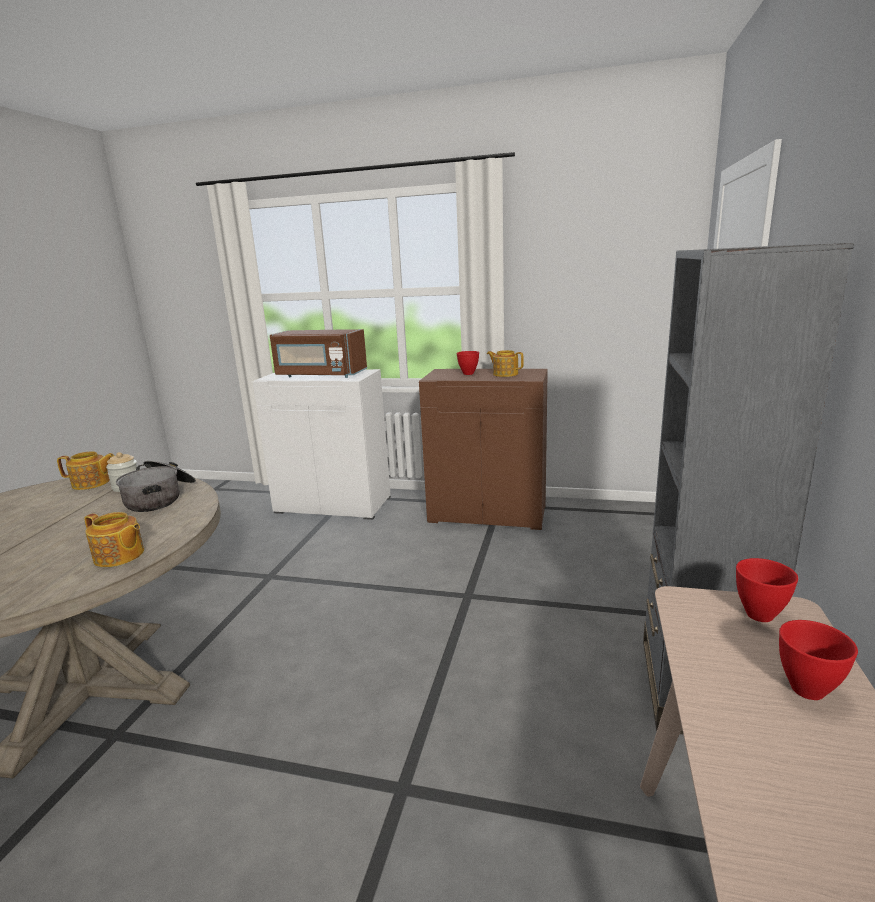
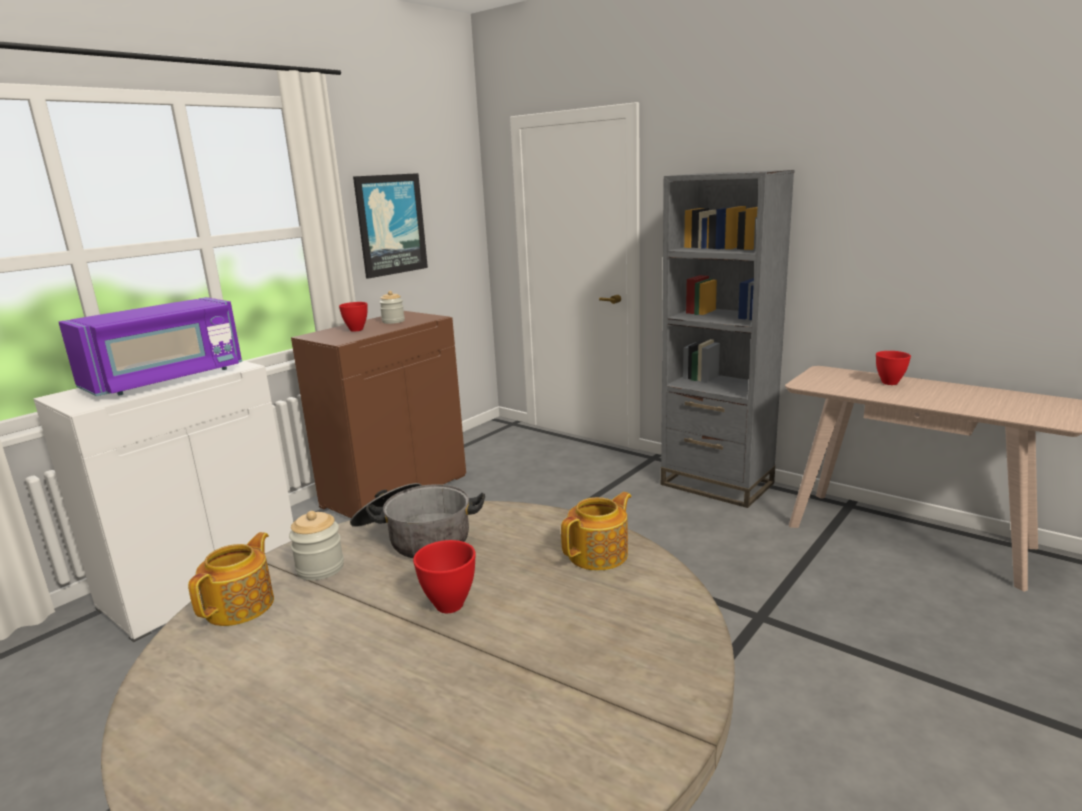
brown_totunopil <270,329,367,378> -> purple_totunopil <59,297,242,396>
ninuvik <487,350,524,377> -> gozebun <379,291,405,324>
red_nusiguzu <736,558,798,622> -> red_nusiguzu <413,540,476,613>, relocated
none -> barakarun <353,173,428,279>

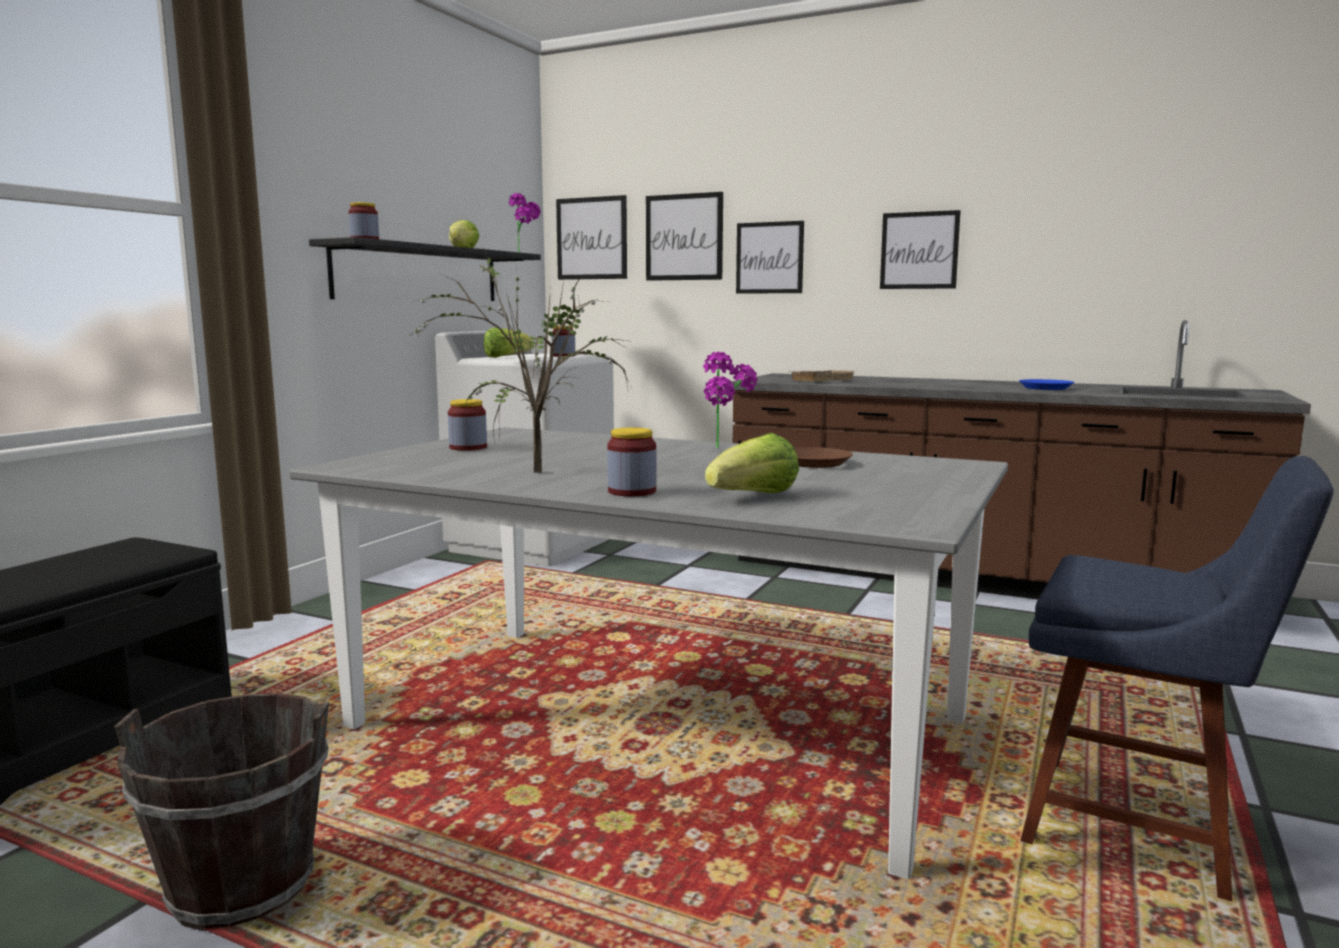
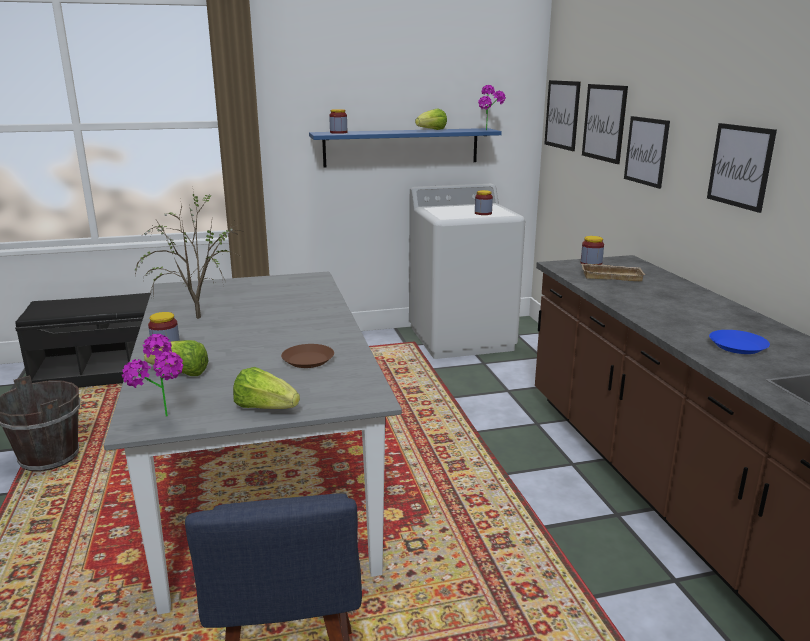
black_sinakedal <309,237,541,301> -> blue_sinakedal <309,128,502,168>
gozebun <448,399,487,451> -> gozebun <581,236,604,265>, relocated
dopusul <484,328,534,358> -> dopusul <233,367,300,409>, relocated
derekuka <703,352,758,448> -> derekuka <122,334,183,416>, relocated

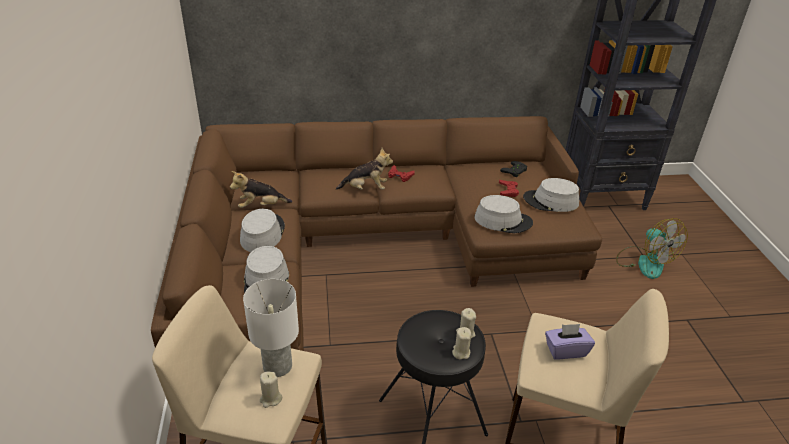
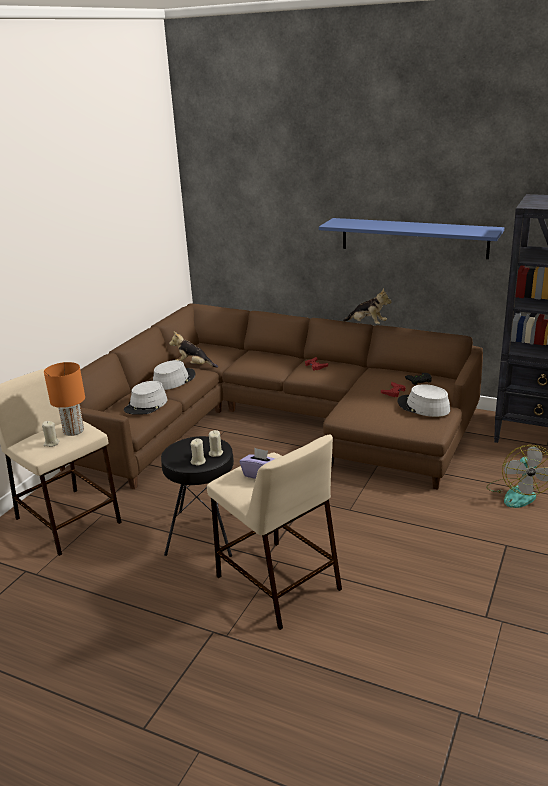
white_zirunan <243,279,299,377> -> orange_zirunan <44,362,85,436>
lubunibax <336,148,393,190> -> lubunibax <343,288,392,324>, relocated
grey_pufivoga <474,195,533,233> -> none
none -> blue_sinakedal <319,218,504,259>

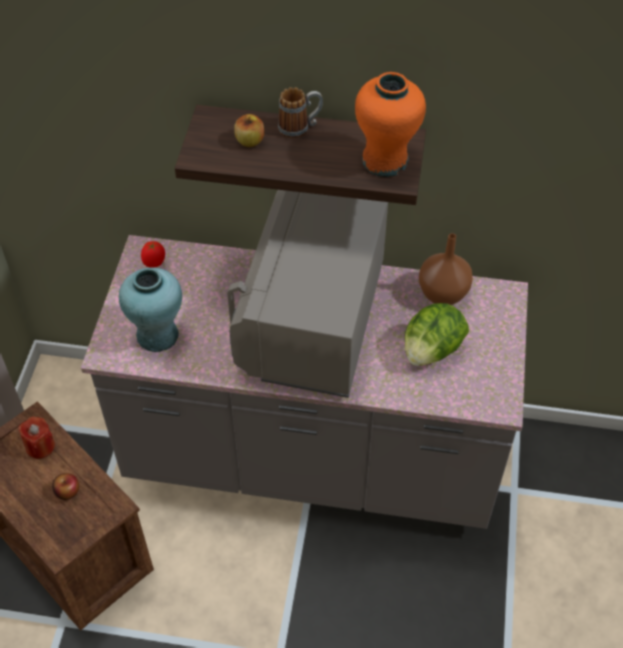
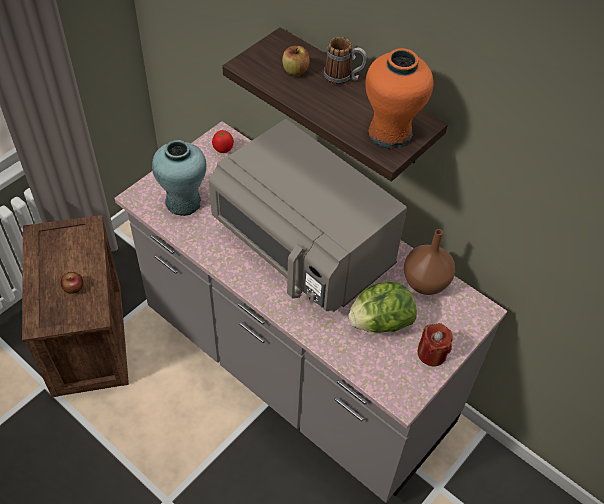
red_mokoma <18,417,55,459> -> red_mokoma <418,323,453,366>, relocated
grey_totunopil <227,190,388,398> -> grey_totunopil <209,119,407,312>, 90 degrees counterclockwise

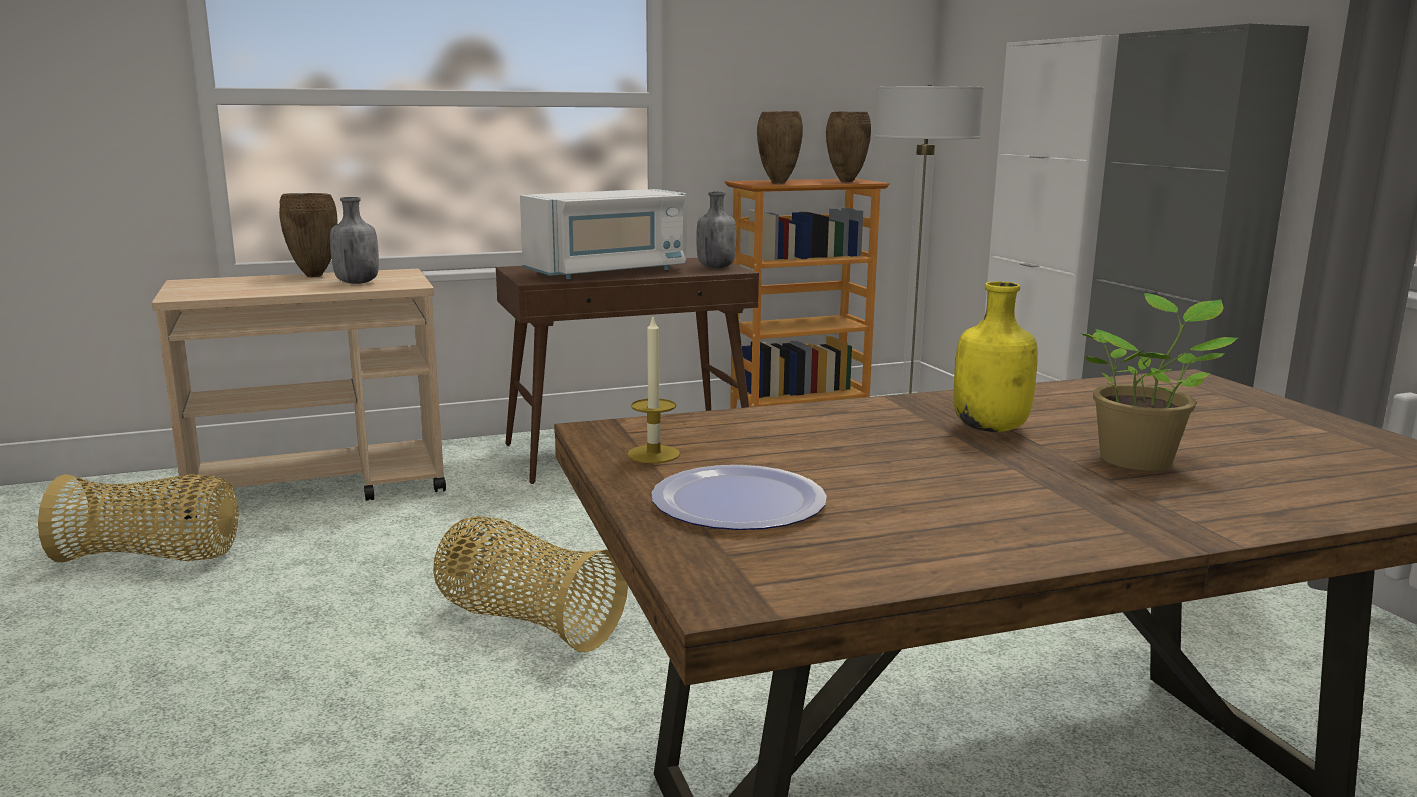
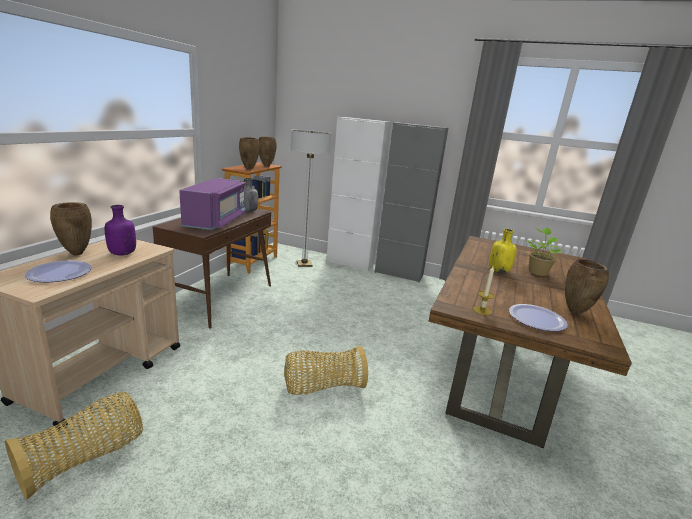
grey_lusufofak <330,197,379,284> -> purple_lusufofak <105,205,136,255>
white_totunopil <520,189,687,279> -> purple_totunopil <179,178,246,230>
none -> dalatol <25,260,92,282>
none -> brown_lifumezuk <565,259,609,315>

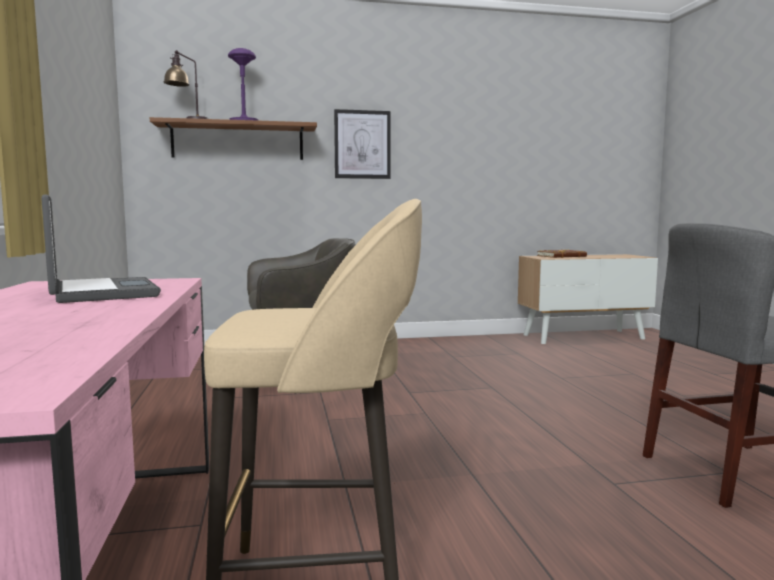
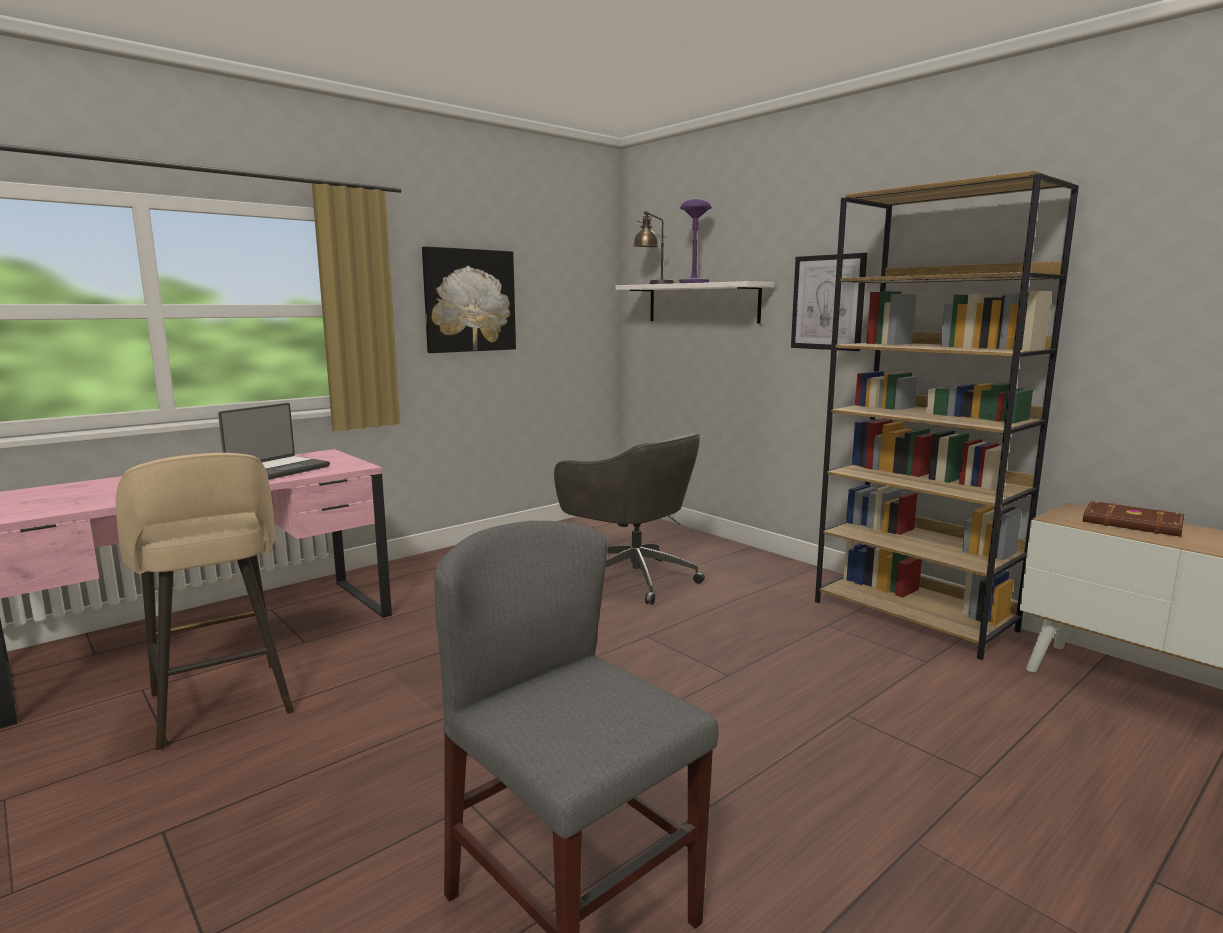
brown_sinakedal <150,117,317,160> -> white_sinakedal <615,281,774,324>
none -> barakarun <422,246,516,353>
none -> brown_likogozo <815,171,1079,660>

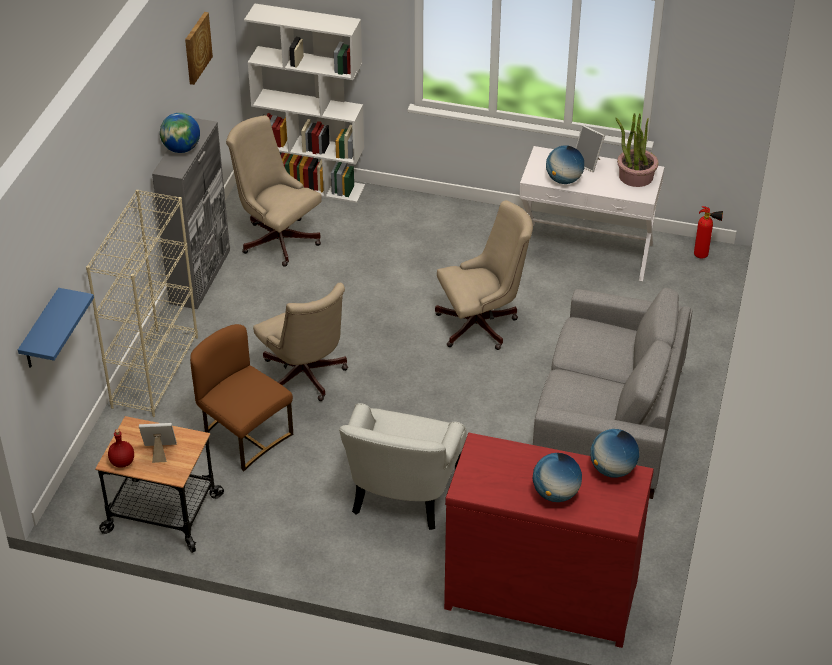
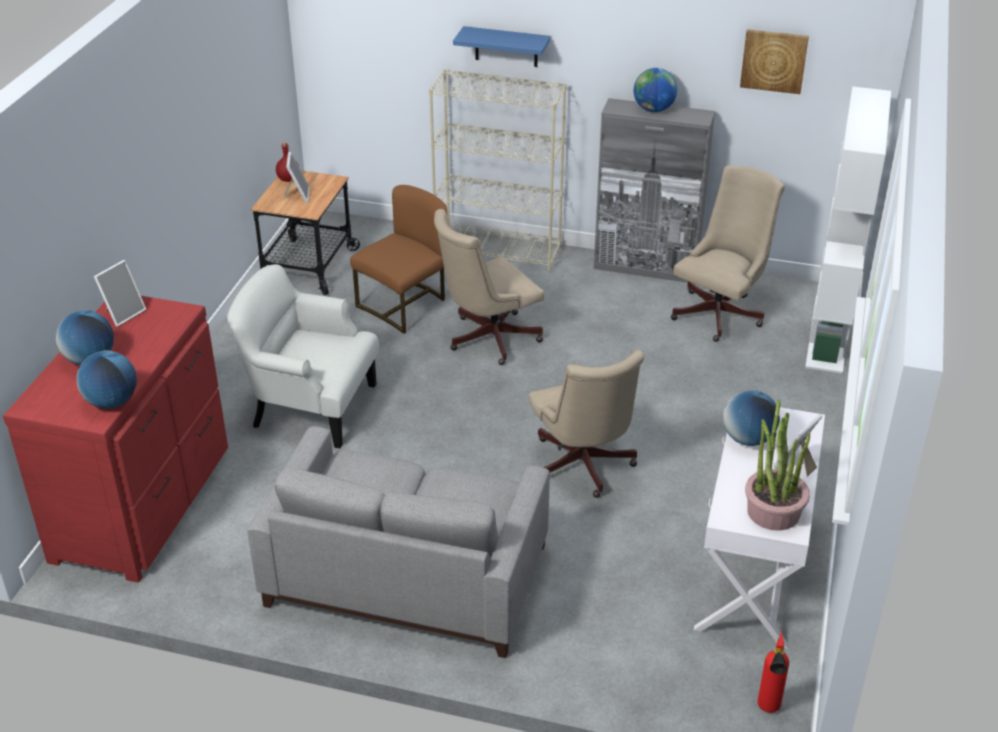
blue_sinakedal <18,288,94,368> -> blue_sinakedal <453,26,550,67>, relocated
none -> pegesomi <94,260,146,327>

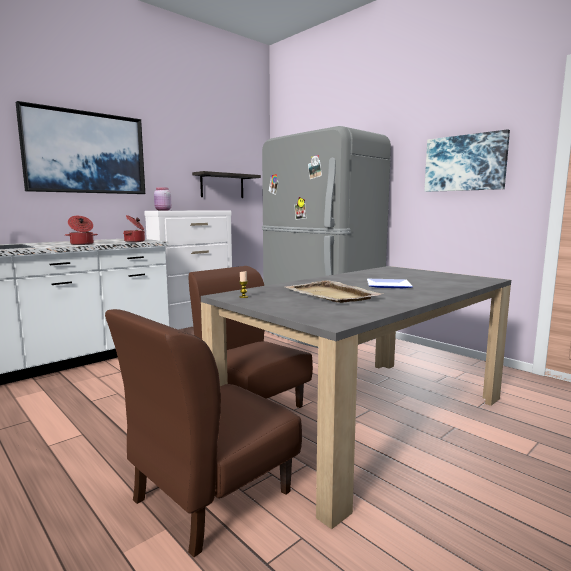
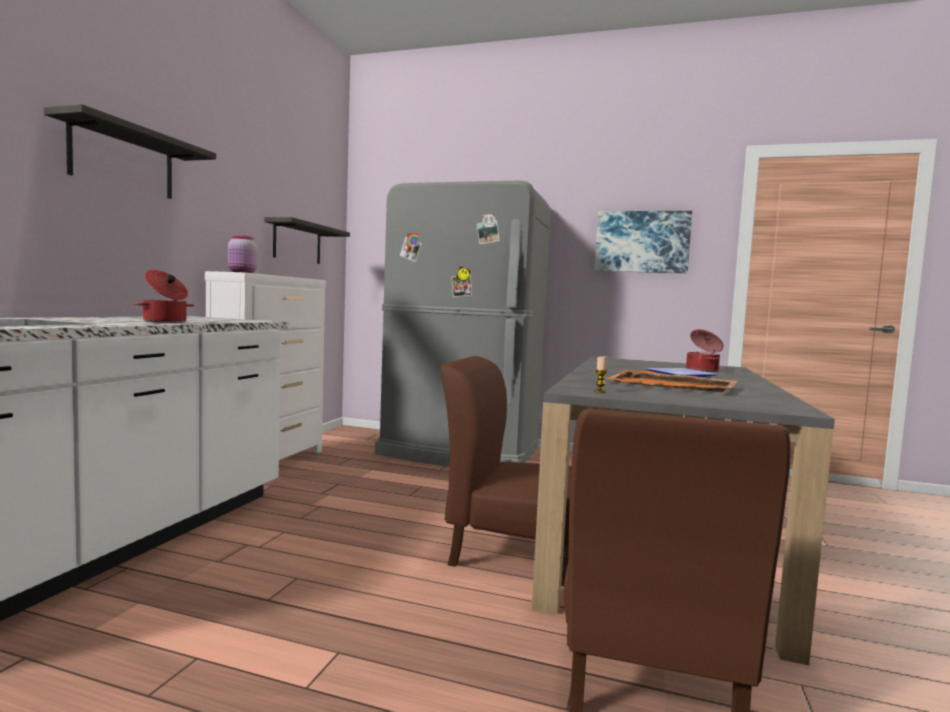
barakarun <16,101,145,194> -> sinakedal <44,104,216,199>
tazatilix <123,215,145,242> -> tazatilix <686,329,723,372>, relocated
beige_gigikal <286,280,382,303> -> orange_gigikal <606,370,738,392>

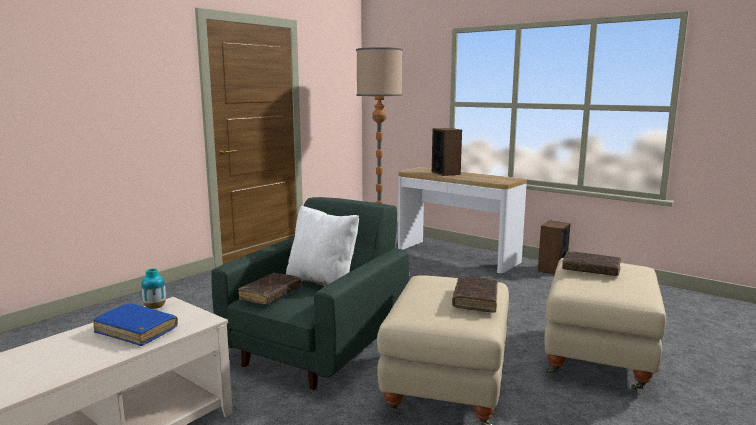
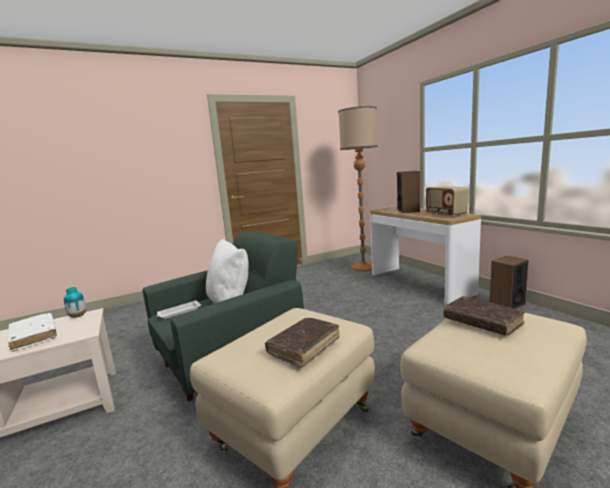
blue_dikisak <93,303,178,346> -> white_dikisak <8,313,57,352>
brown_dikisak <238,273,301,305> -> white_gigikal <157,300,201,319>
none -> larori <426,186,469,217>

